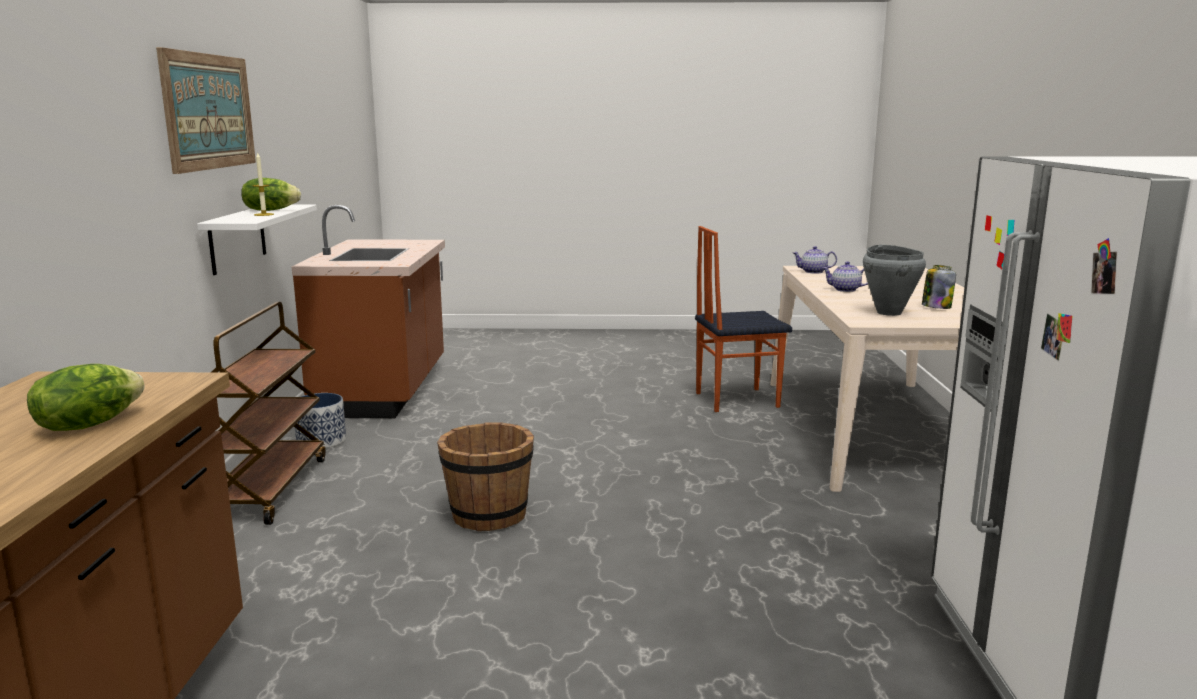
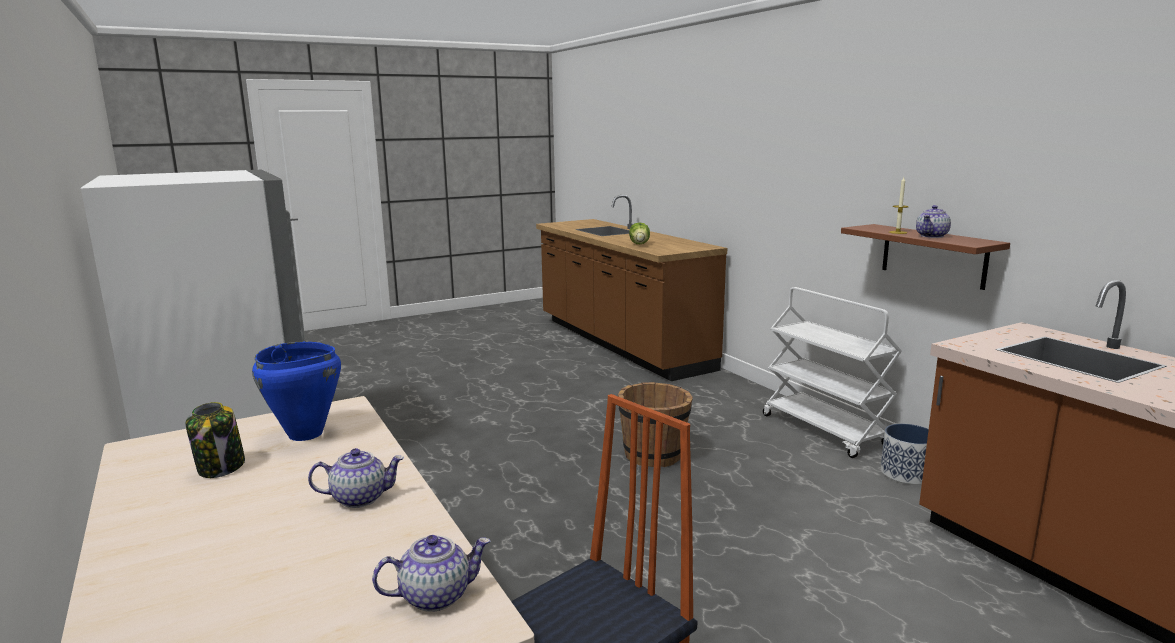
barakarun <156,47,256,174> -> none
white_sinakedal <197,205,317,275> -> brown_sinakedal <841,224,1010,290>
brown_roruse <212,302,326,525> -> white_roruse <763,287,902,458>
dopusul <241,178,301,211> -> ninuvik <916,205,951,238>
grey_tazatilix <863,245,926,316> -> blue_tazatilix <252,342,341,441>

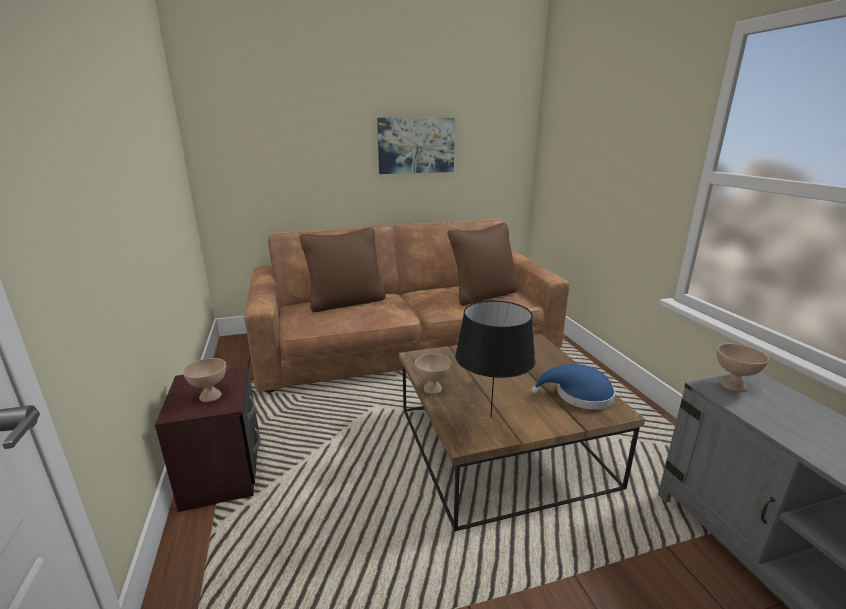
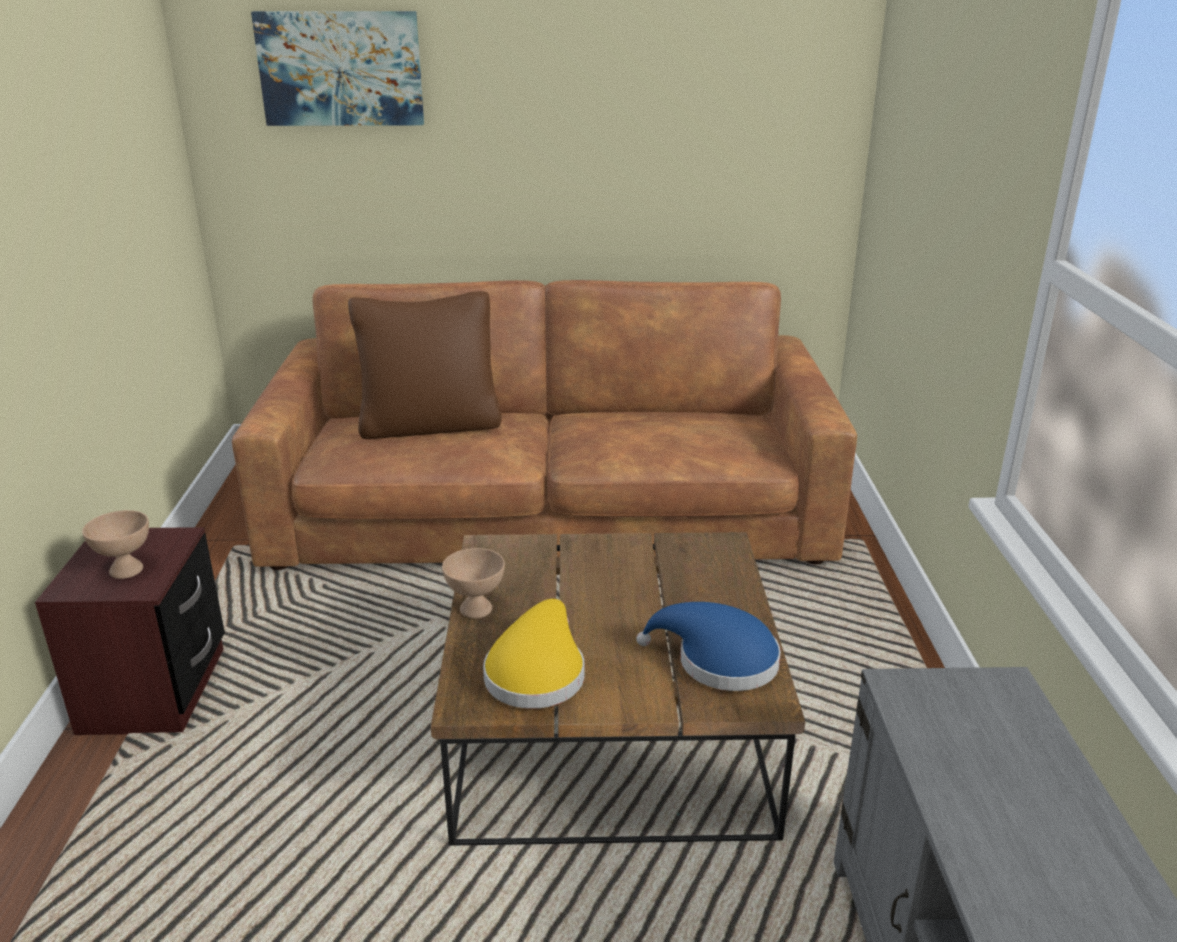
barakarun <377,118,455,174> -> barakarun <251,11,424,126>, relocated
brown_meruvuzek <448,223,519,305> -> none
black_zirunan <455,300,536,417> -> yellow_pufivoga <483,599,584,709>
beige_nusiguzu <717,344,769,392> -> none

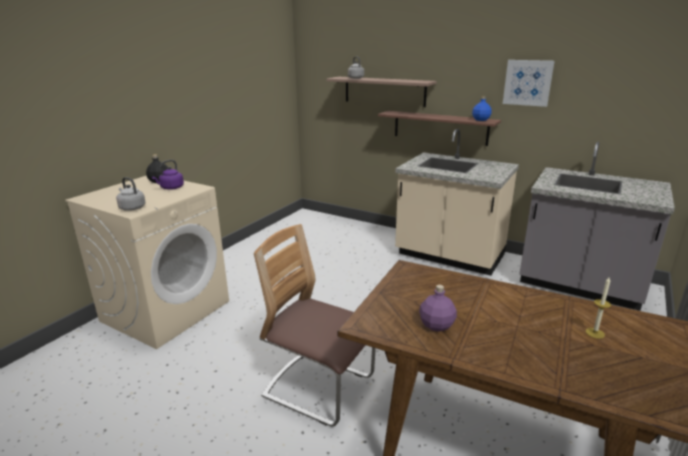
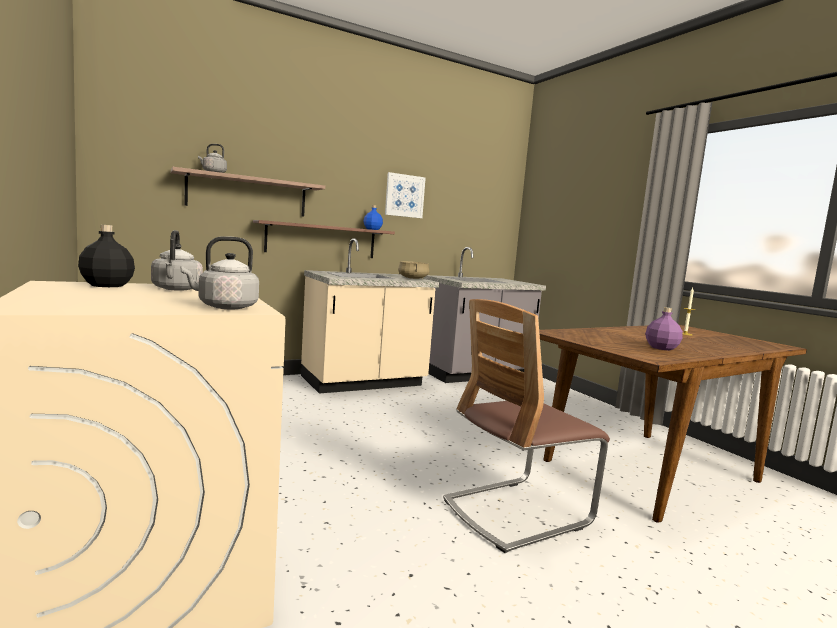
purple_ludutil <152,160,184,190> -> grey_ludutil <151,230,203,291>
none -> beige_tazatilix <398,261,429,279>

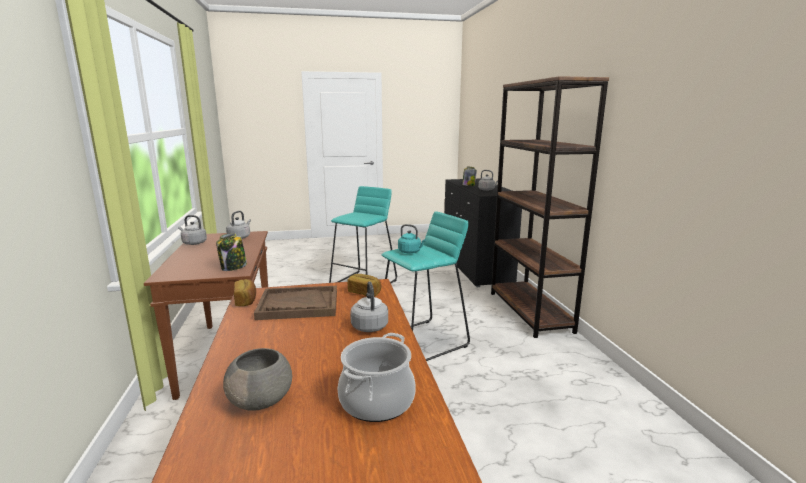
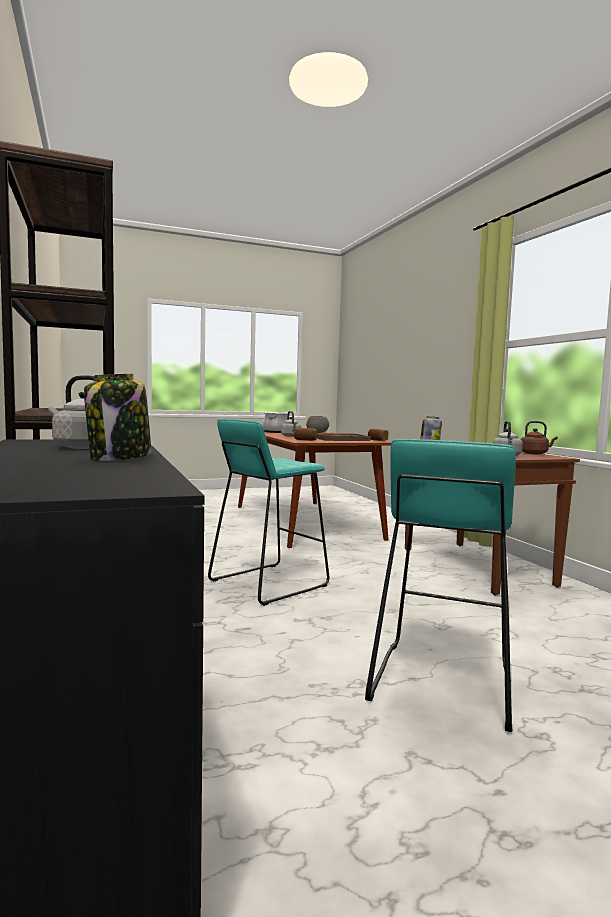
grey_ludutil <178,215,207,245> -> brown_ludutil <521,421,558,454>
turquoise_ludutil <398,224,426,254> -> none

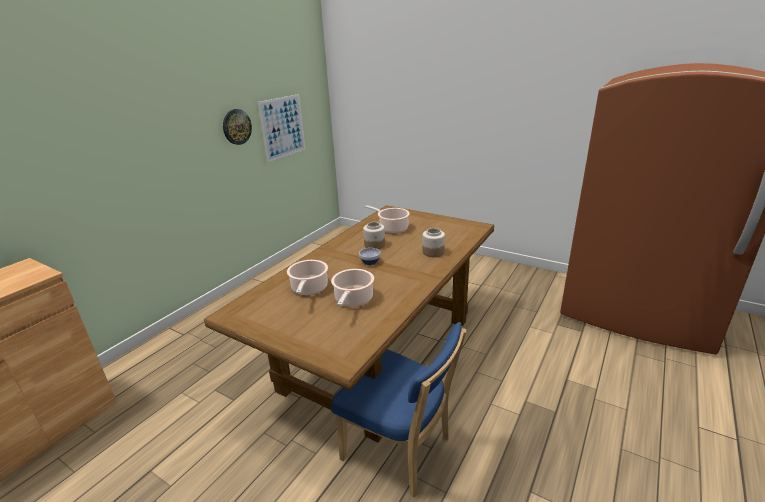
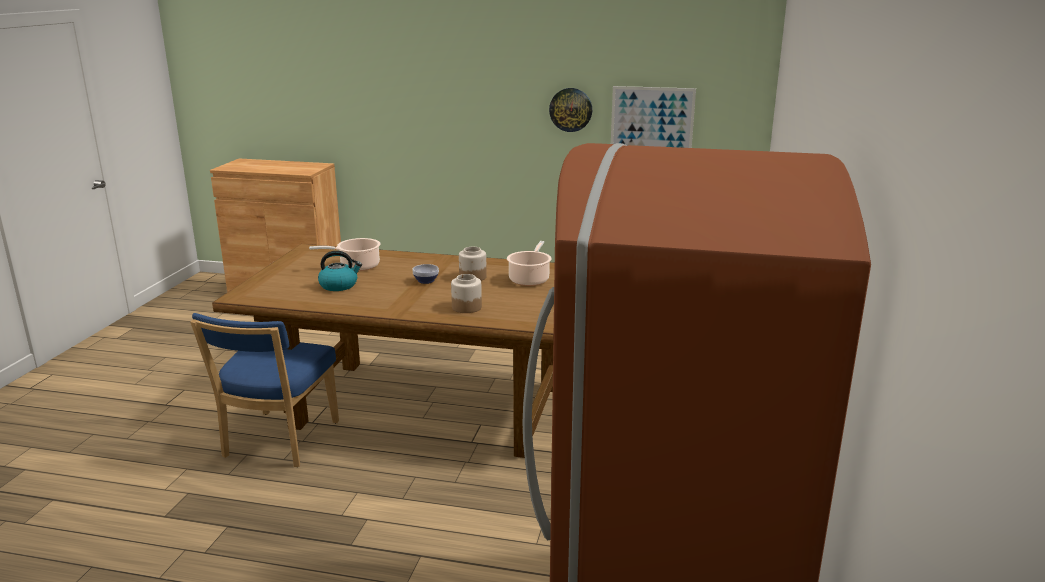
tazatilix <331,269,374,307> -> ludutil <318,251,362,291>

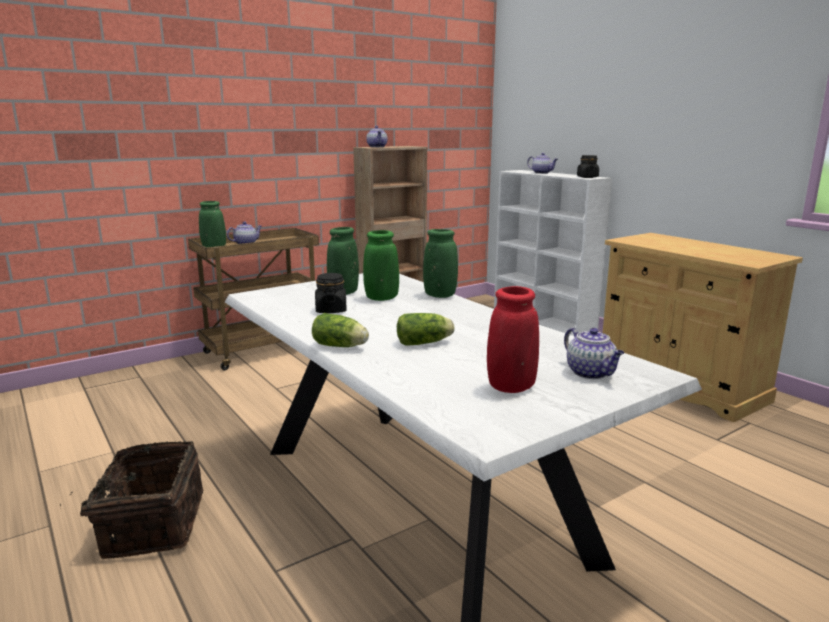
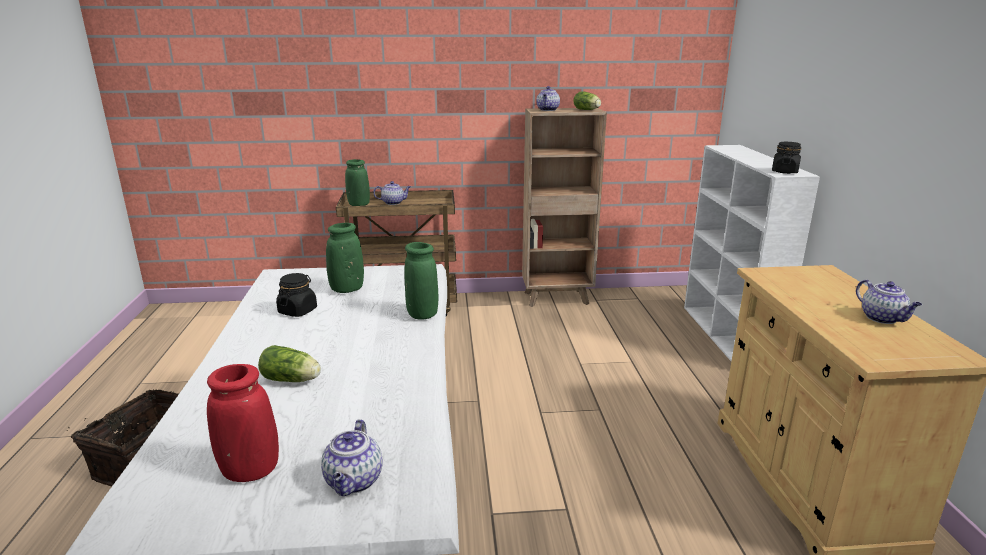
dopusul <312,313,369,347> -> dopusul <573,92,601,110>, relocated
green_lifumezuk <363,230,399,301> -> none
ninuvik <527,153,558,174> -> ninuvik <856,279,922,324>, relocated

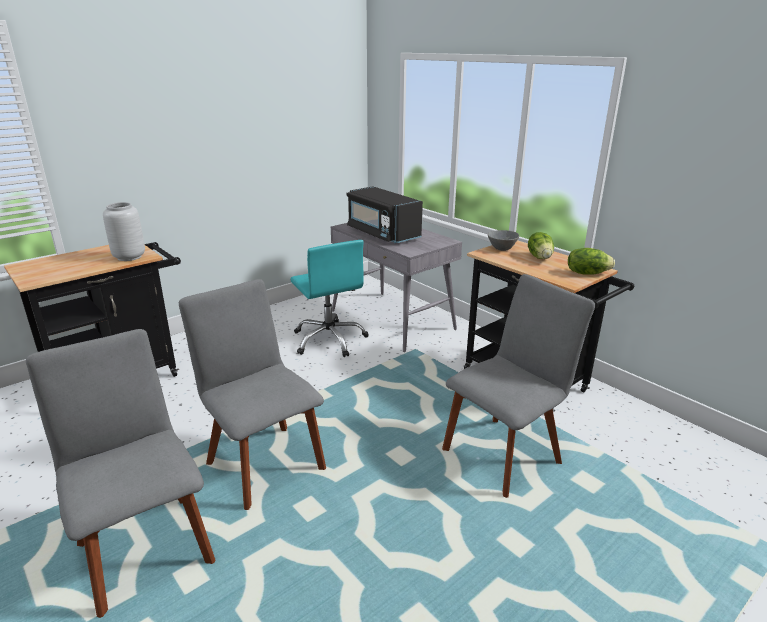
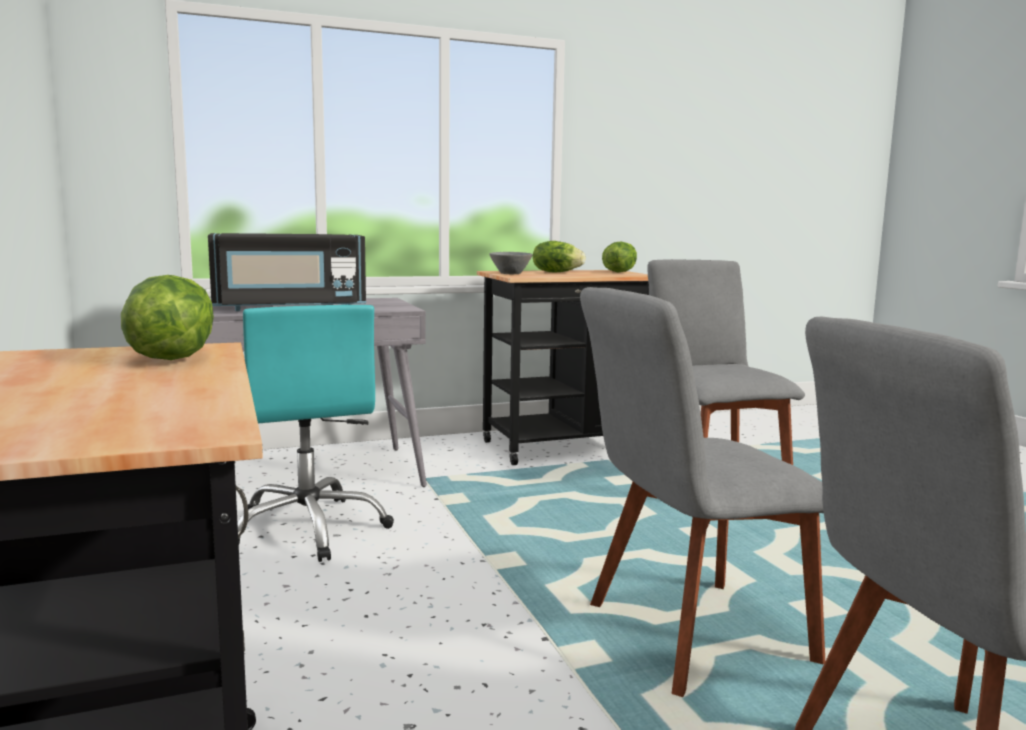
grey_lifumezuk <103,202,145,261> -> dopusul <121,275,214,360>
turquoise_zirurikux <290,240,369,357> -> turquoise_zirurikux <237,305,394,562>, 75 degrees clockwise

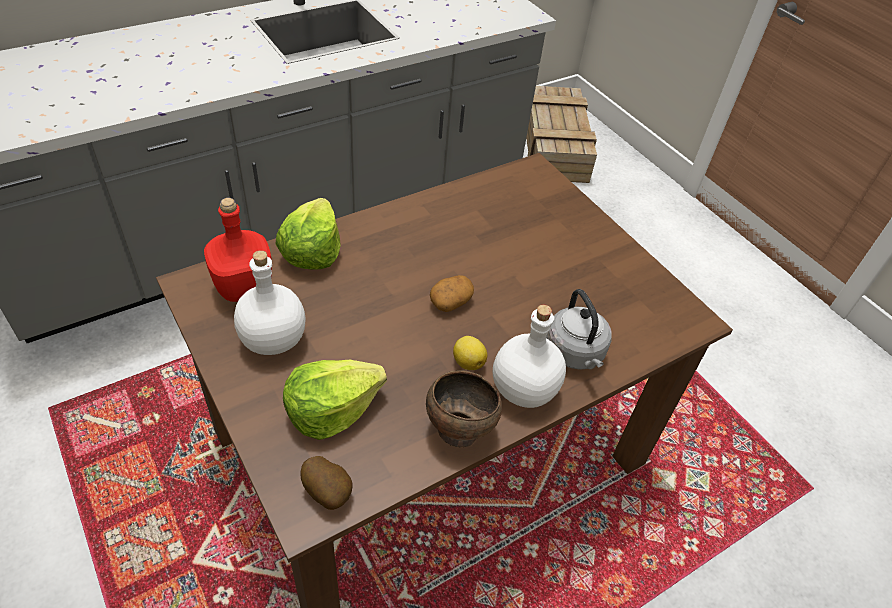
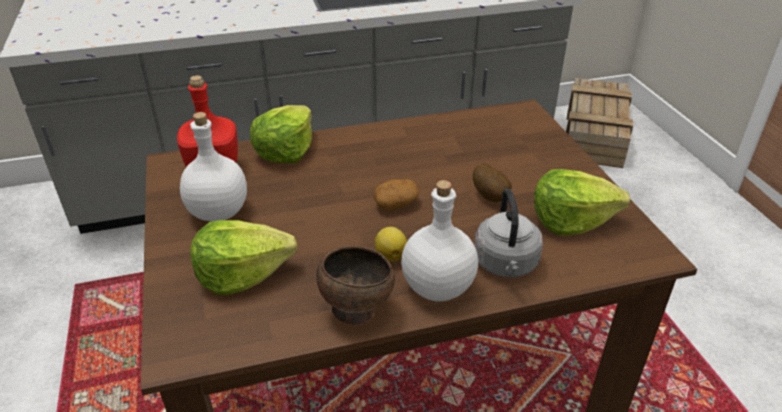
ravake <301,456,353,510> -> ravake <473,163,512,202>, relocated
none -> dopusul <534,169,630,236>

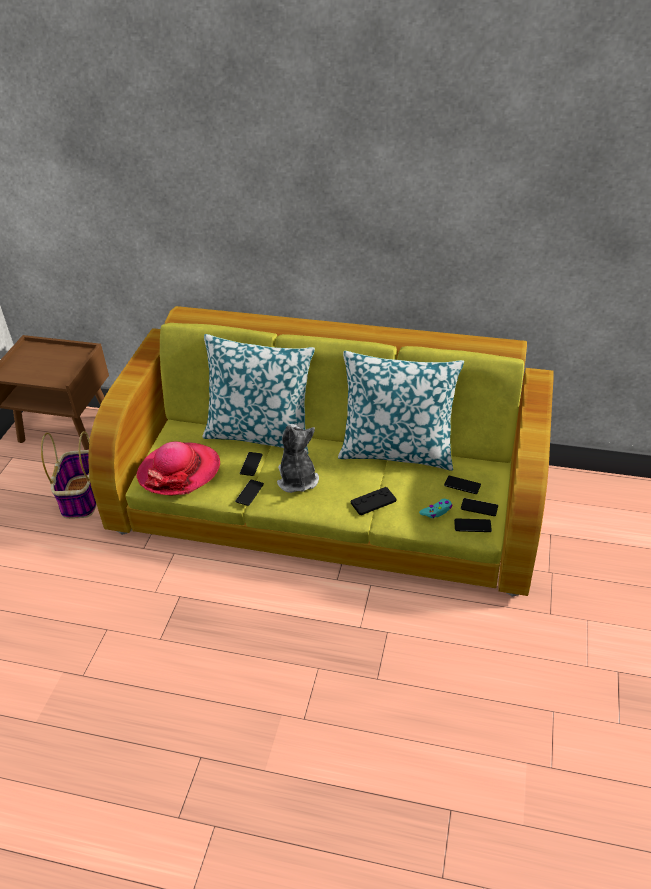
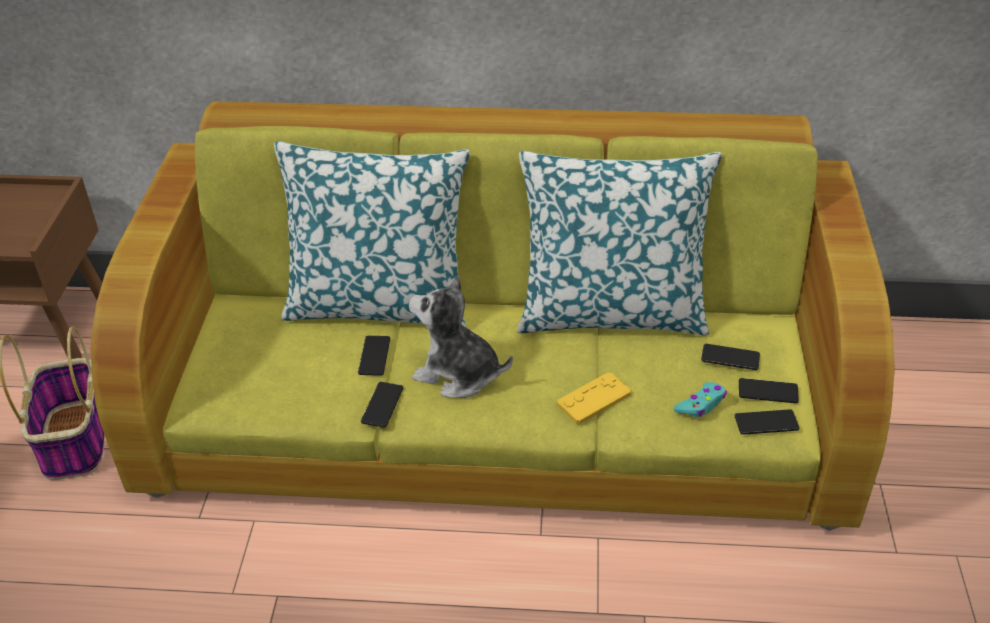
pufivoga <136,441,220,496> -> none
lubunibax <277,424,319,493> -> lubunibax <409,275,513,398>, 45 degrees counterclockwise
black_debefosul <351,487,396,515> -> yellow_debefosul <557,372,631,424>

